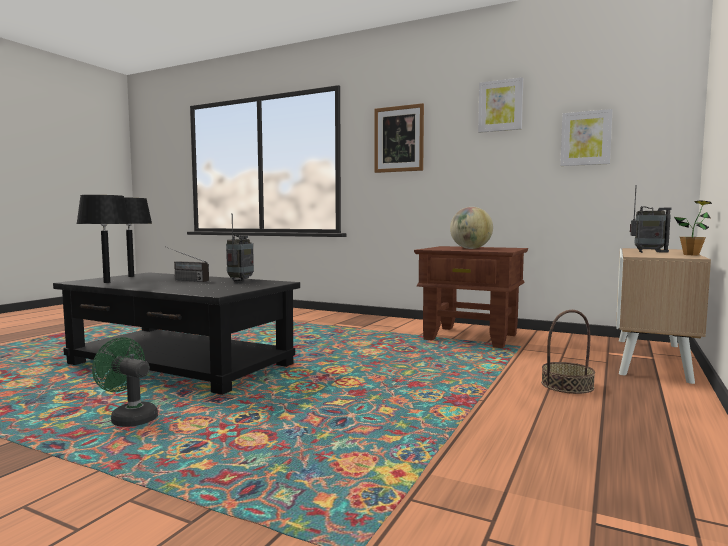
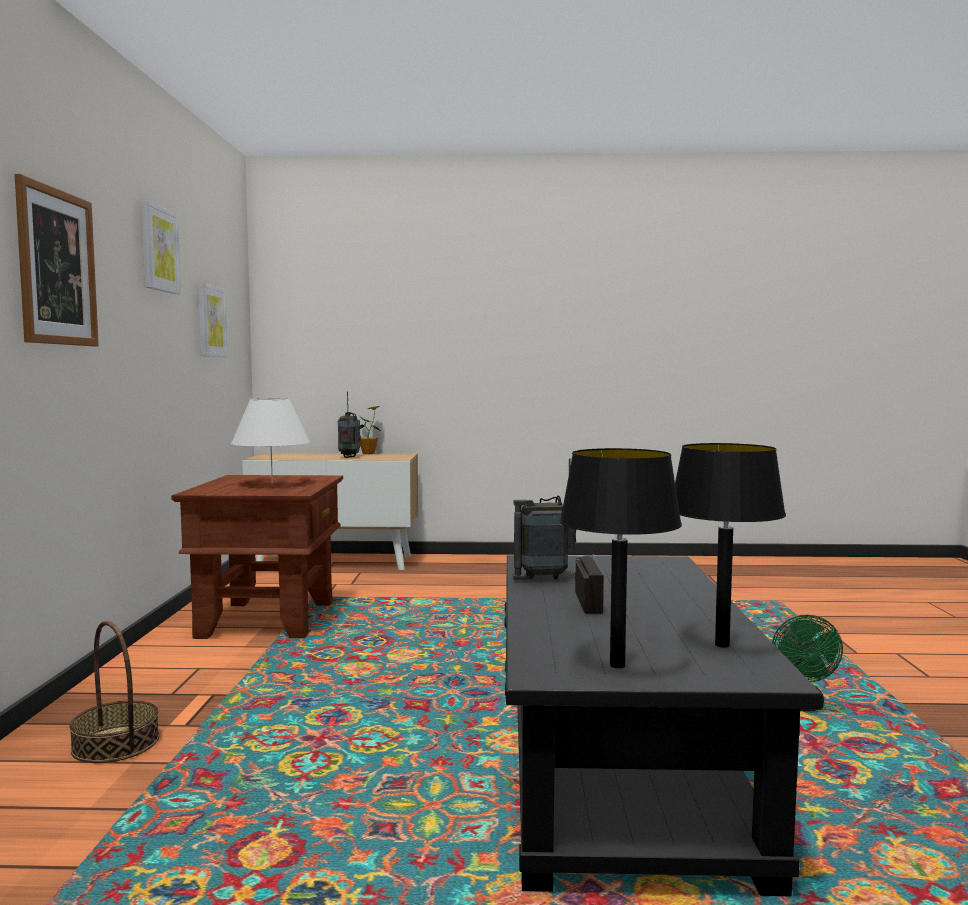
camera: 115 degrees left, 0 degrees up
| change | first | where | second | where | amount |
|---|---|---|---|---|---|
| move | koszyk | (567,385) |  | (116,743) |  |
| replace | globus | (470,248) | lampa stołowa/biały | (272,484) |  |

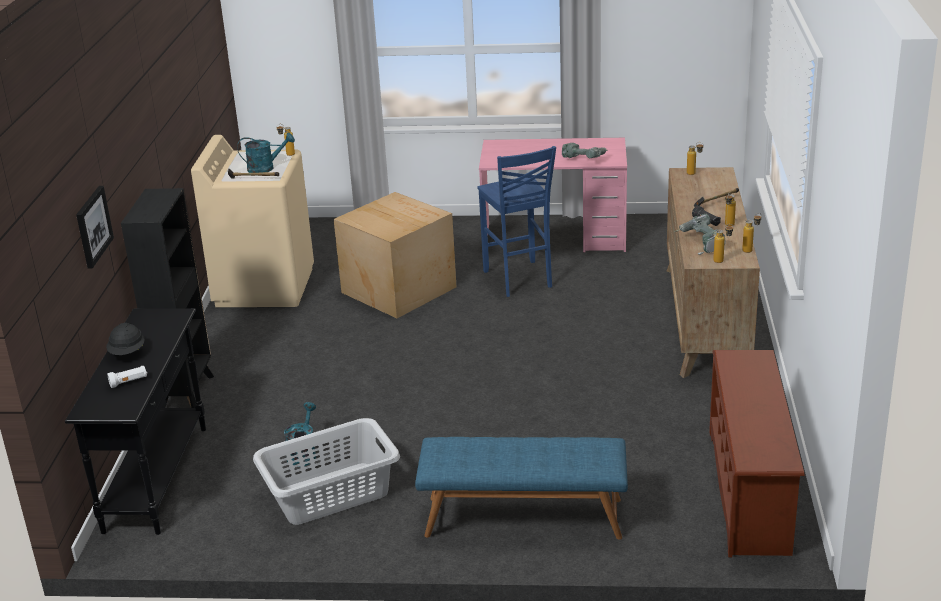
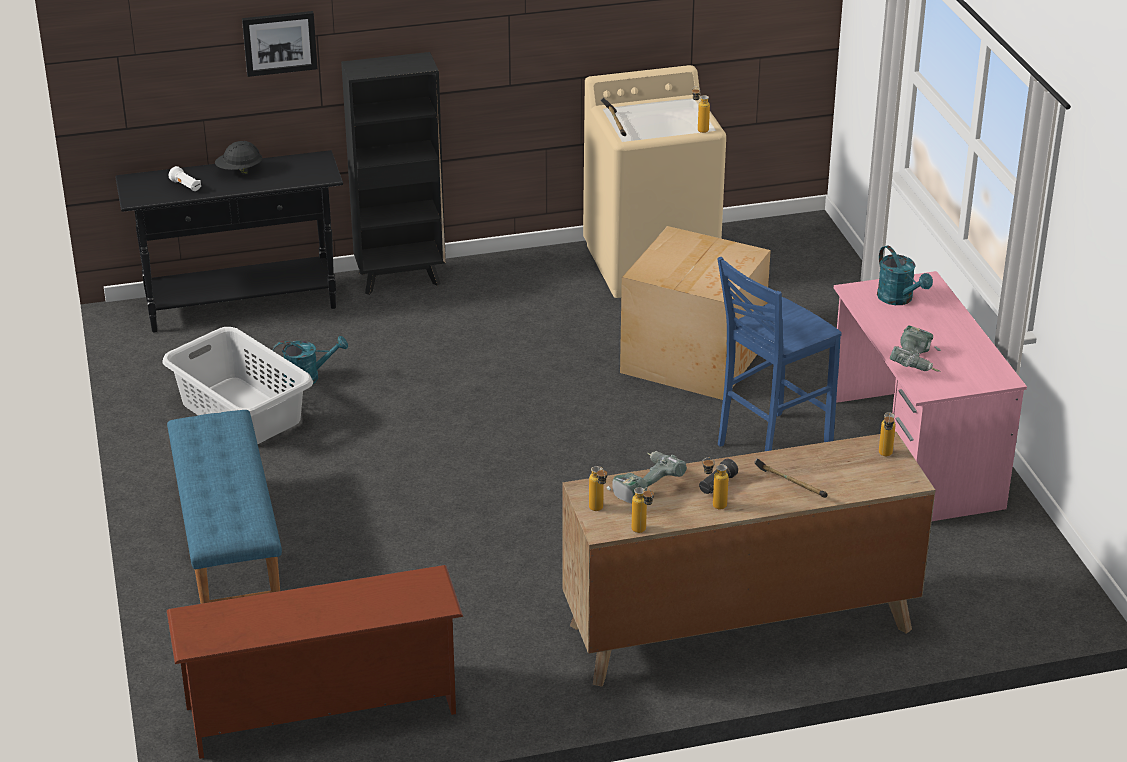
camera: 70 degrees right, 5 degrees up
| change | first | where | second | where | amount |
|---|---|---|---|---|---|
| move | konewka/turkusowy | (266,168) |  | (899,299) |  |

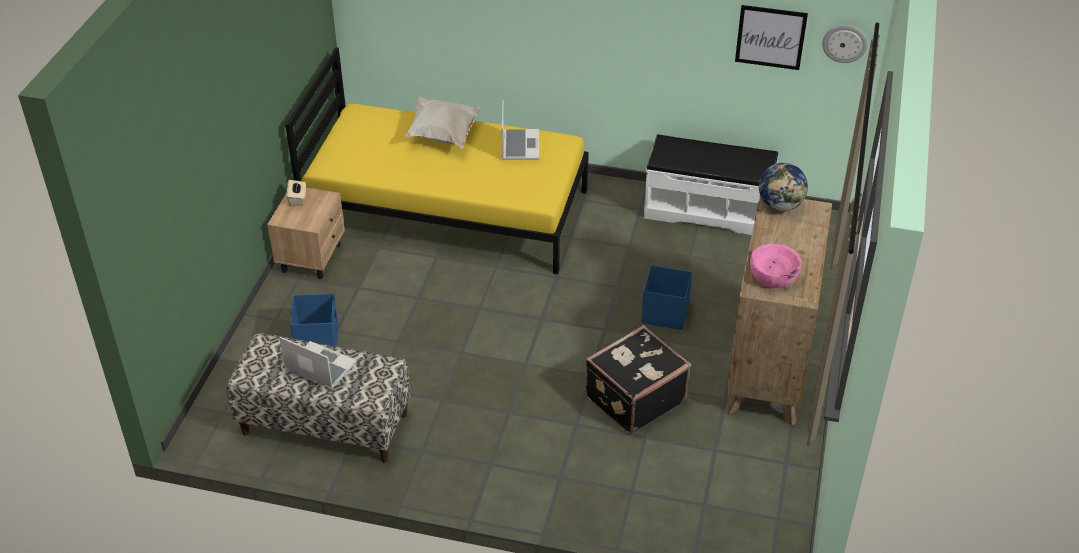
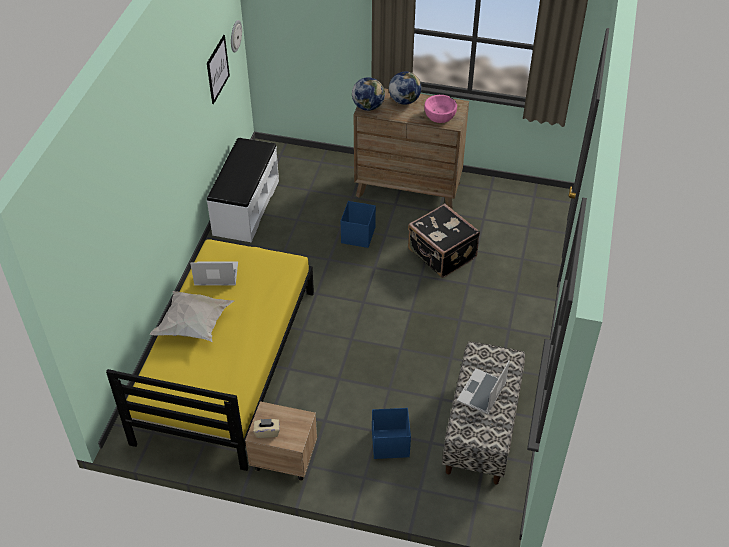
camera: 90 degrees left, 5 degrees up
| change | first | where | second | where | amount |
|---|---|---|---|---|---|
| insert |  |  | globus | (404,101) |  |

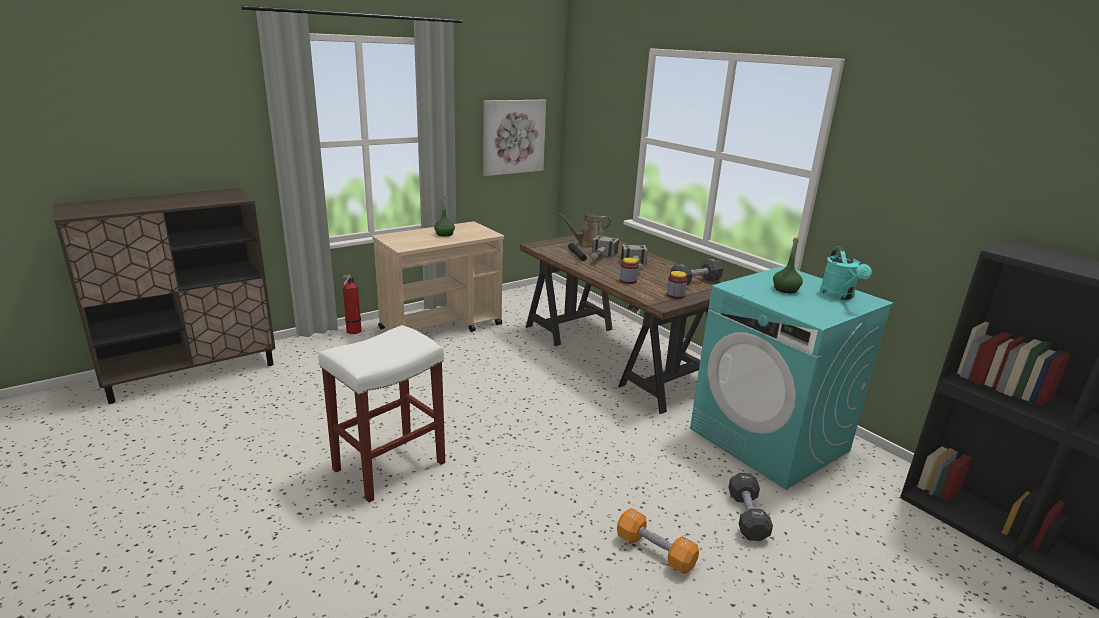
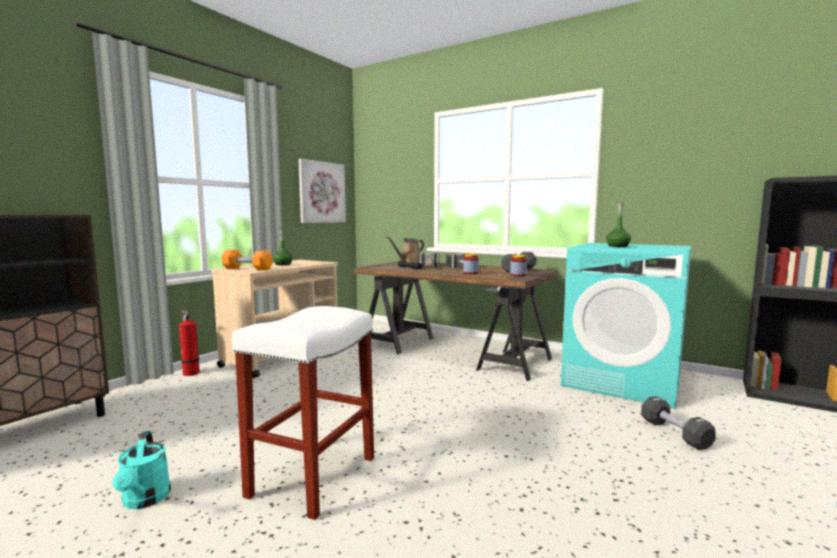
camera: 20 degrees left, 15 degrees down
| change | first | where | second | where | amount |
|---|---|---|---|---|---|
| move | hantel/pomarańczowy | (655,551) |  | (247,269) |  |
| move | konewka/turkusowy | (839,296) |  | (145,500) |  |

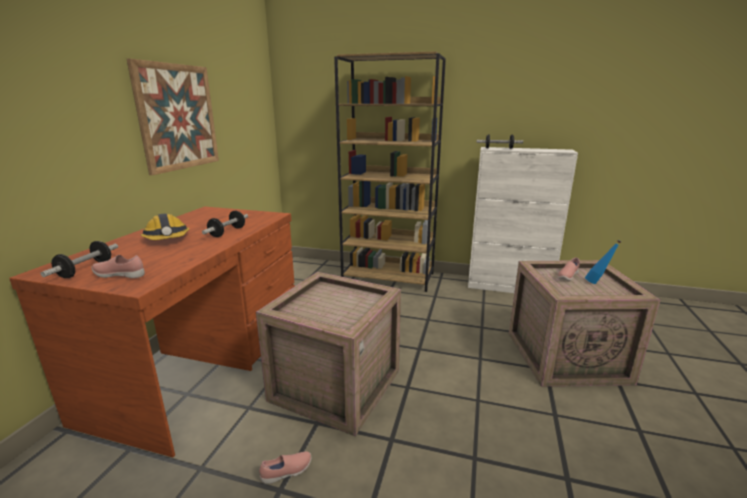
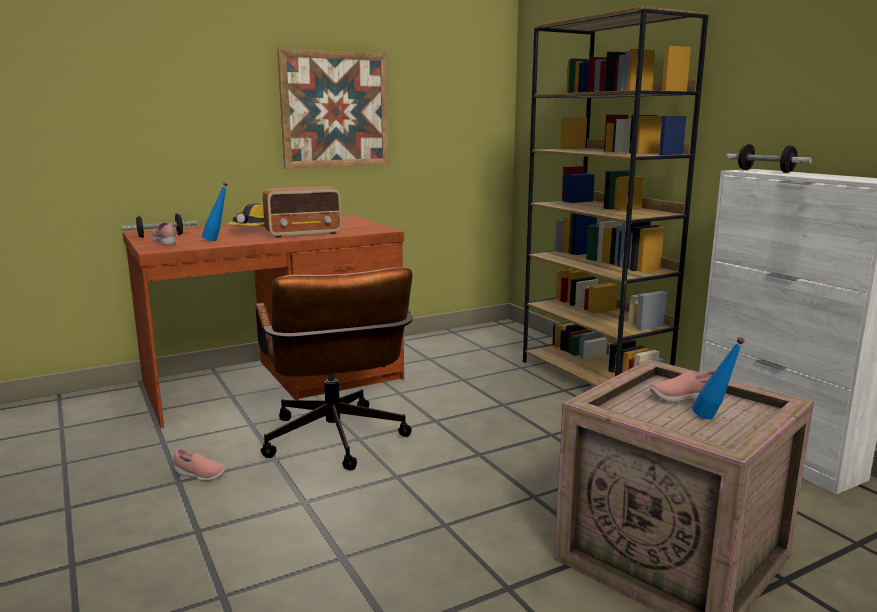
camera: 45 degrees right, 5 degrees down
| change | first | where | second | where | amount |
|---|---|---|---|---|---|
| insert |  |  | butelka/niebieski | (217,240) |  |
| replace | hantel | (227,232) | radio | (304,234) |  |
| replace | skrzynka | (336,387) | krzesło biurowe/brązowy | (336,444) |  |

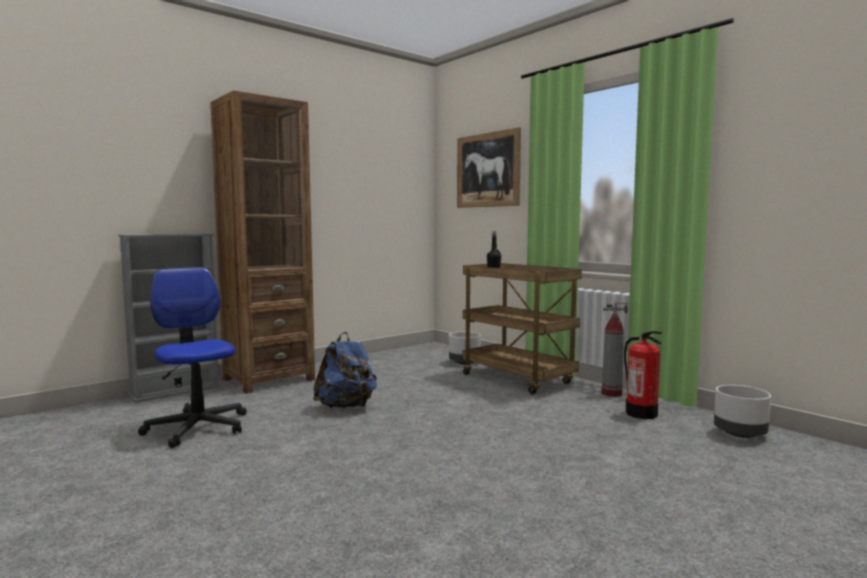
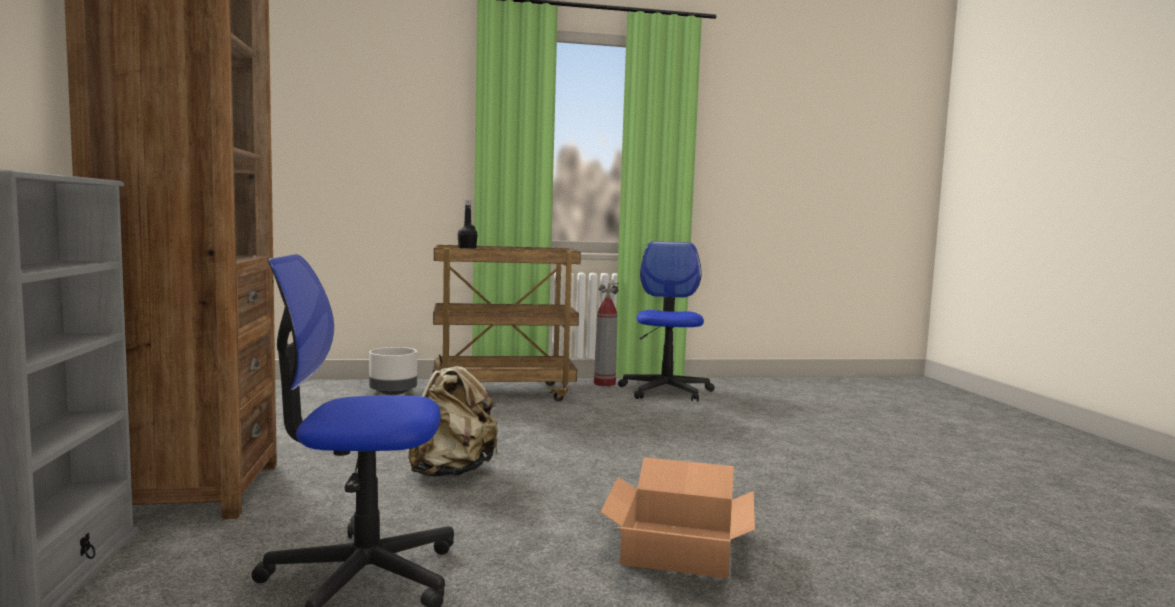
camera: 60 degrees left, 0 degrees up
| change | first | where | second | where | amount |
|---|---|---|---|---|---|
| delete | obraz | (487,170) |  |  |  |
| delete | donica/szary | (740,434) |  |  |  |
| insert |  |  | karton | (676,546) |  |
| replace | gaśnica | (641,413) | krzesło biurowe | (666,391) |  |
| recolor | plecak/niebieski | (346,407) | plecak/beżowy | (451,472) |  |

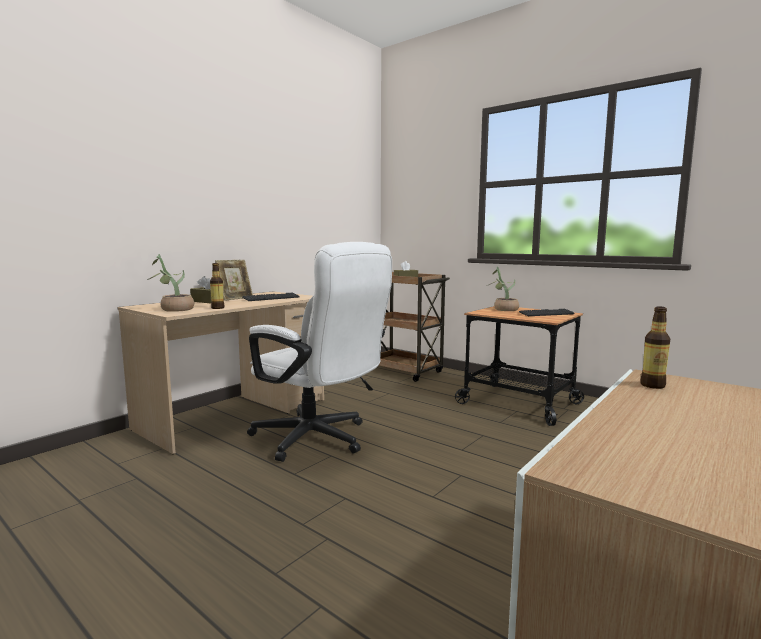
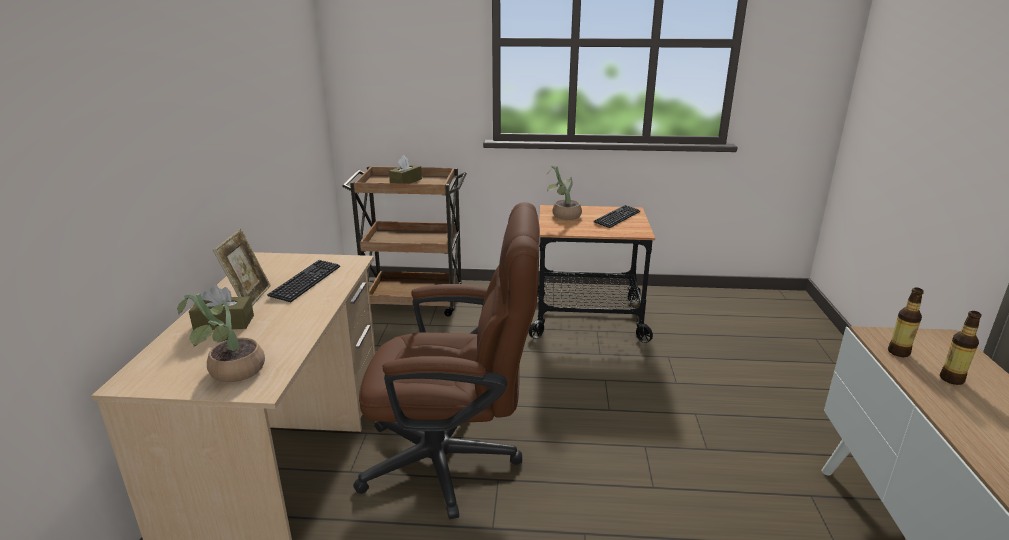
camera: 35 degrees left, 15 degrees up
| change | first | where | second | where | amount |
|---|---|---|---|---|---|
| move | butelka | (217,308) |  | (951,379) |  |
| recolor | krzesło biurowe/biały | (318,440) | krzesło biurowe/brązowy | (454,461) |  |

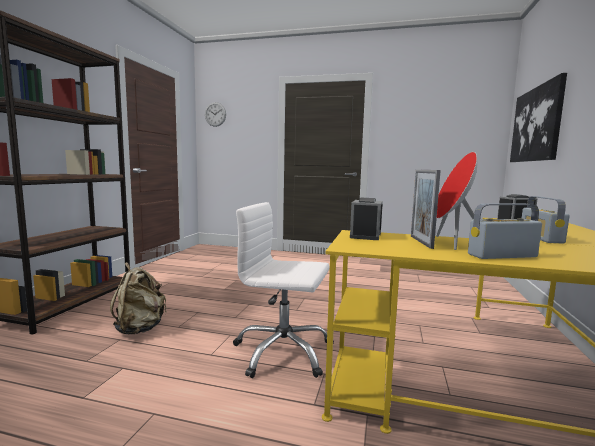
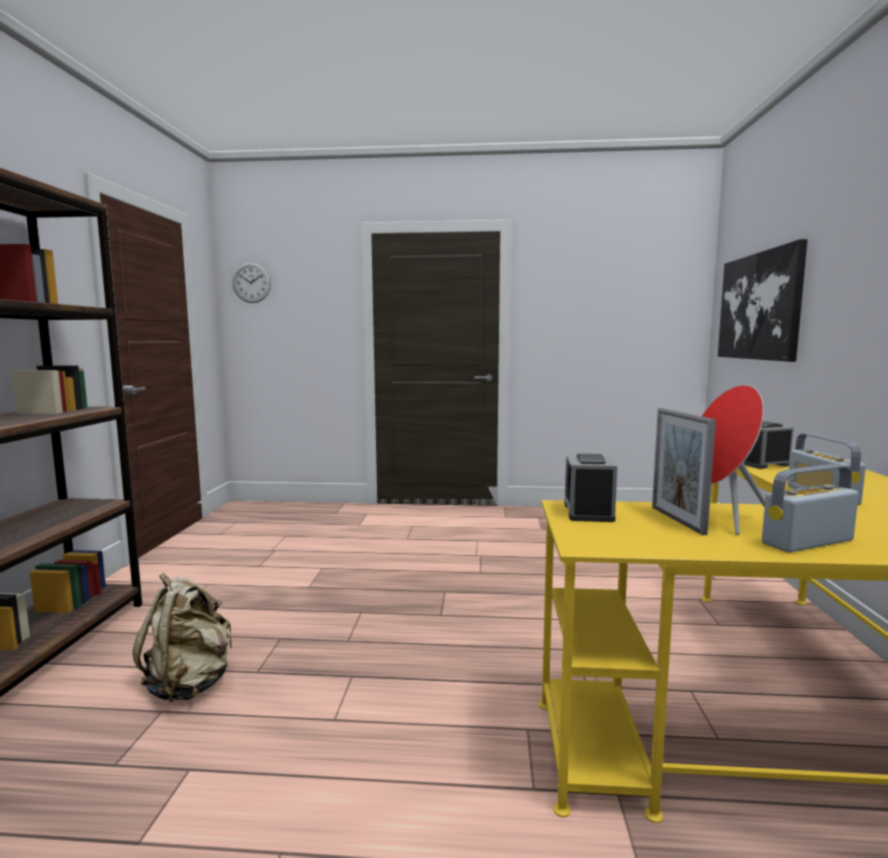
camera: 10 degrees left, 0 degrees up
| change | first | where | second | where | amount |
|---|---|---|---|---|---|
| delete | krzesło biurowe/biały | (283,352) |  |  |  |

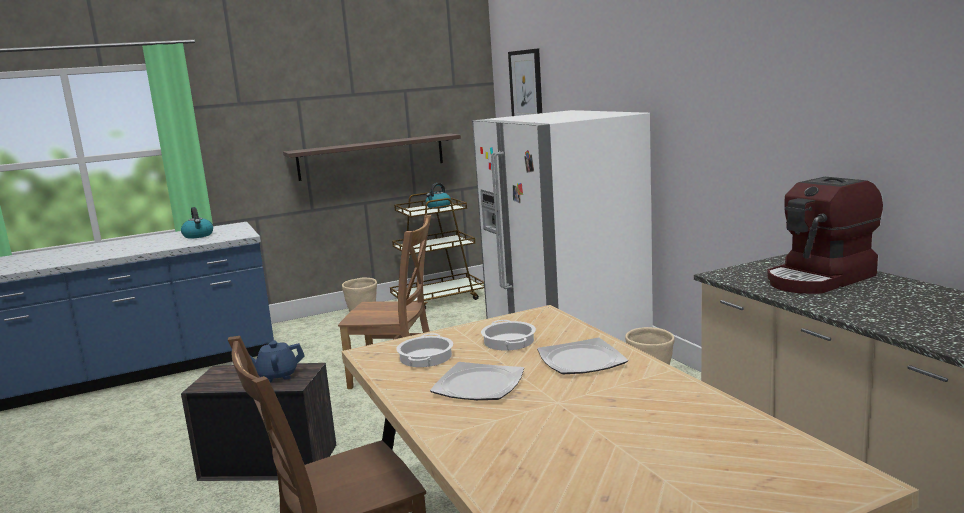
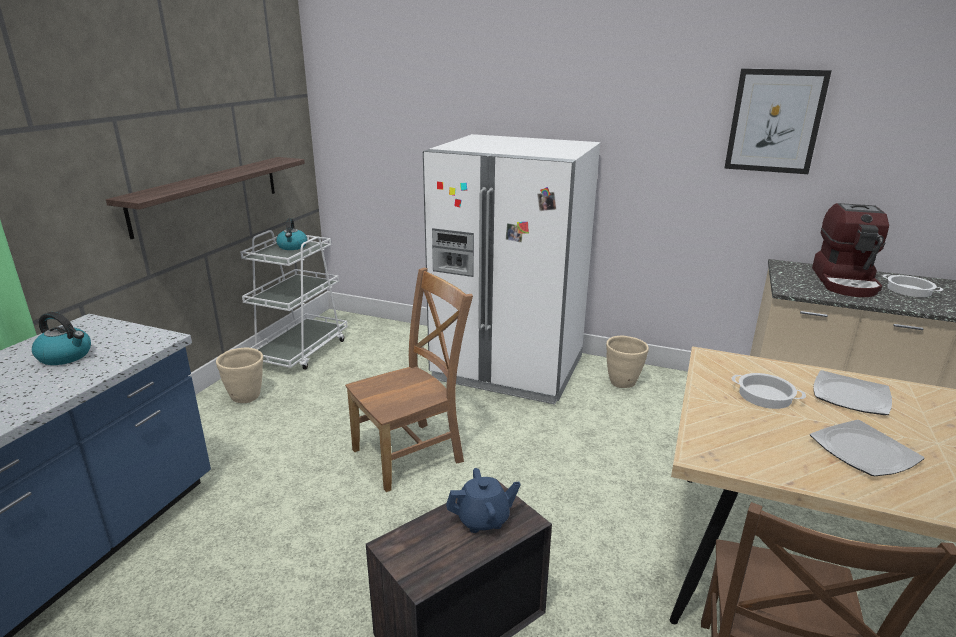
camera: 45 degrees left, 10 degrees up
| change | first | where | second | where | amount |
|---|---|---|---|---|---|
| move | garnek | (425,357) |  | (908,290) |  |
| move | obraz | (526,87) |  | (774,121) |  |
| recolor | wózek/brązowy | (439,299) | wózek/biały | (300,351) |  |
| rotate | imbryk/niebieski | (277,376) |  | (483,519) | 135 degrees counterclockwise |

